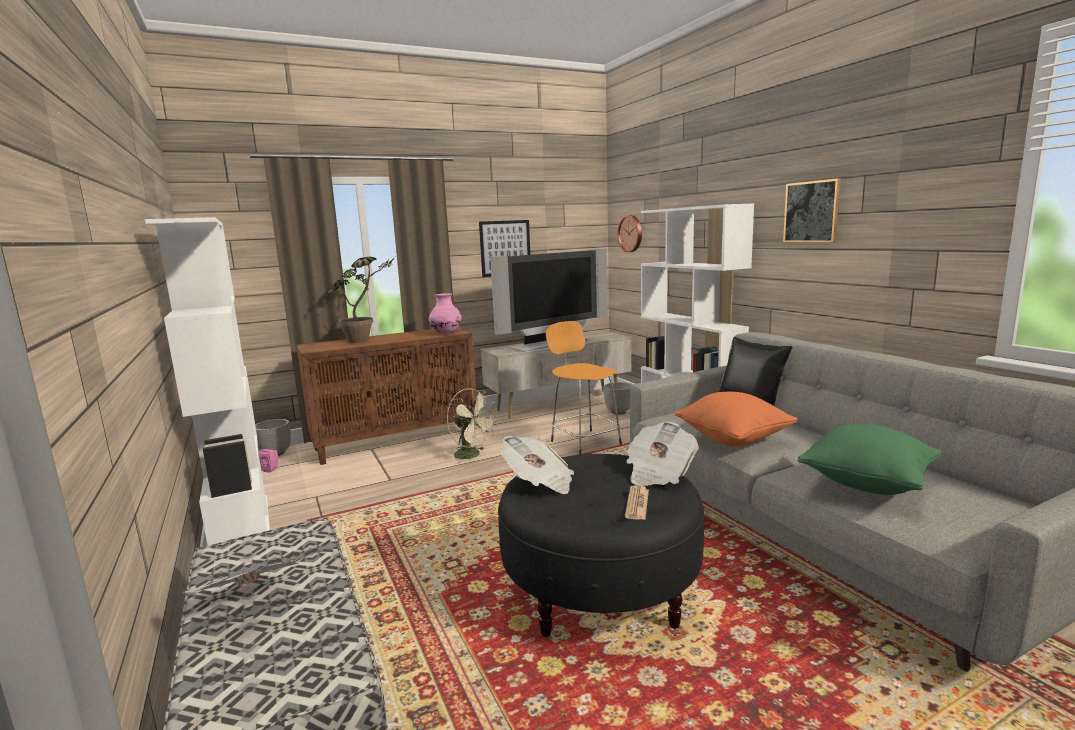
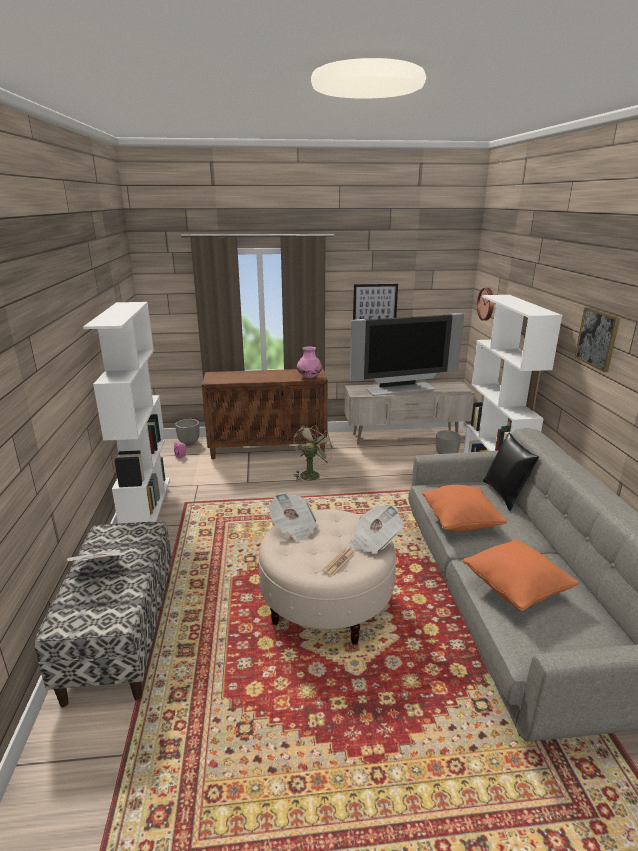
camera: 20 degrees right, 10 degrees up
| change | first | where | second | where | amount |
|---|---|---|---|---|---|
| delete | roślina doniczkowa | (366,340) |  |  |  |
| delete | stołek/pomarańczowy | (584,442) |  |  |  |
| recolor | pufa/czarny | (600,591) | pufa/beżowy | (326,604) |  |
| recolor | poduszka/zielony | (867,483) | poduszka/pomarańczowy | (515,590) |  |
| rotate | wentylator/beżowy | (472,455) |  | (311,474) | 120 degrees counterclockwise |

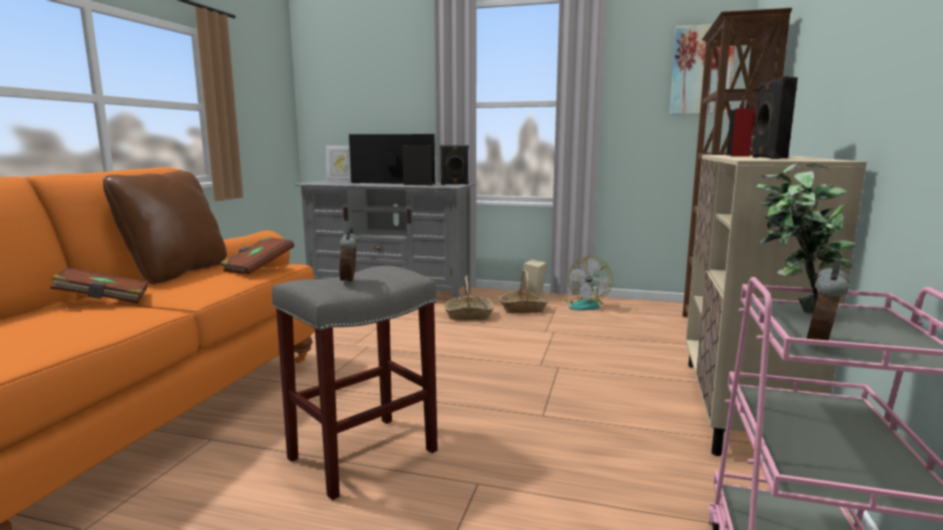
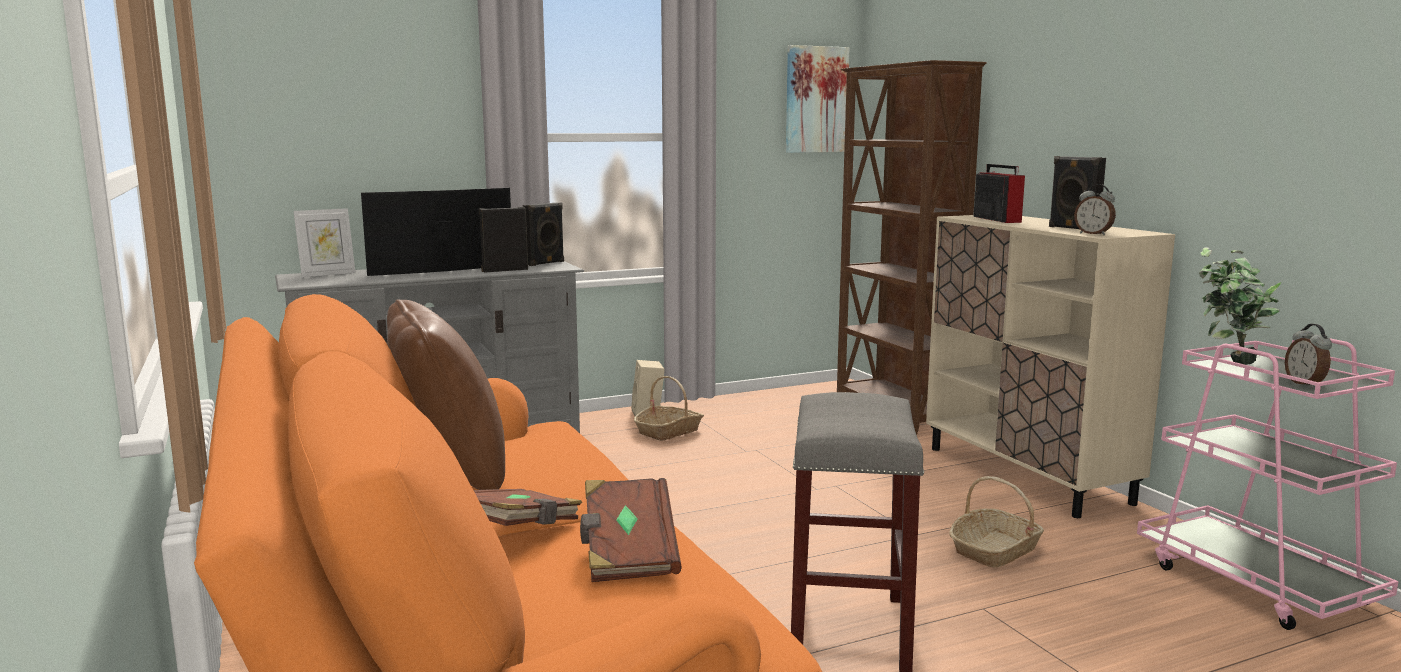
camera: 40 degrees left, 0 degrees up
| change | first | where | second | where | amount |
|---|---|---|---|---|---|
| delete | wentylator | (586,305) |  |  |  |
| move | książka/brązowy | (258,268) |  | (627,553) |  |
| move | budzik | (350,280) |  | (1093,234) |  |
| move | koszyk | (468,316) |  | (995,550) |  |

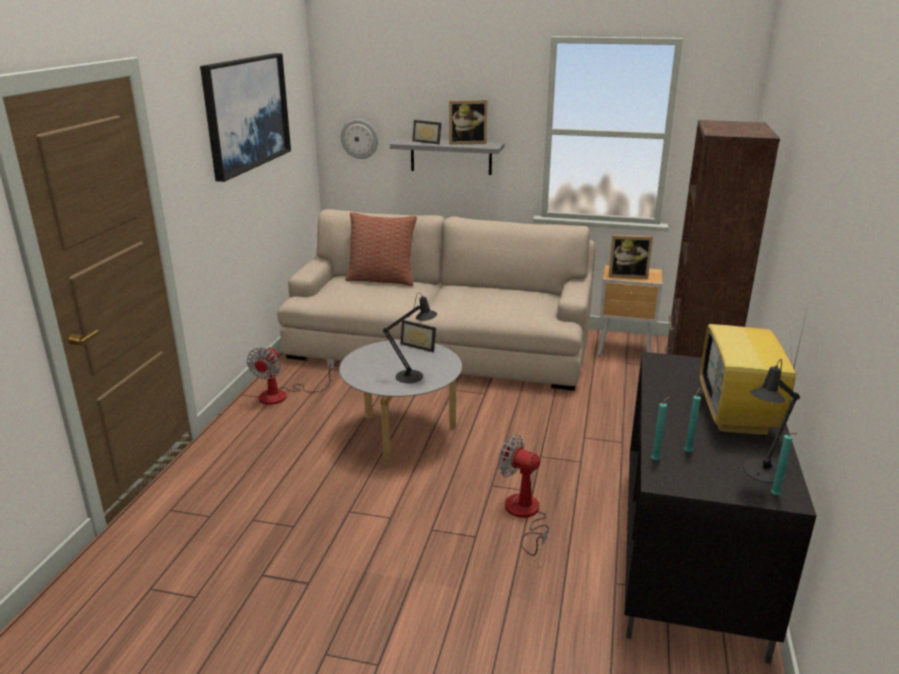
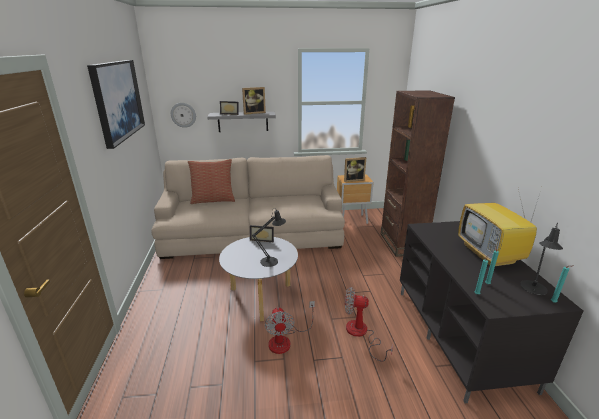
camera: 20 degrees left, 0 degrees up
| change | first | where | second | where | amount |
|---|---|---|---|---|---|
| move | wentylator | (283,395) |  | (285,340) |  |

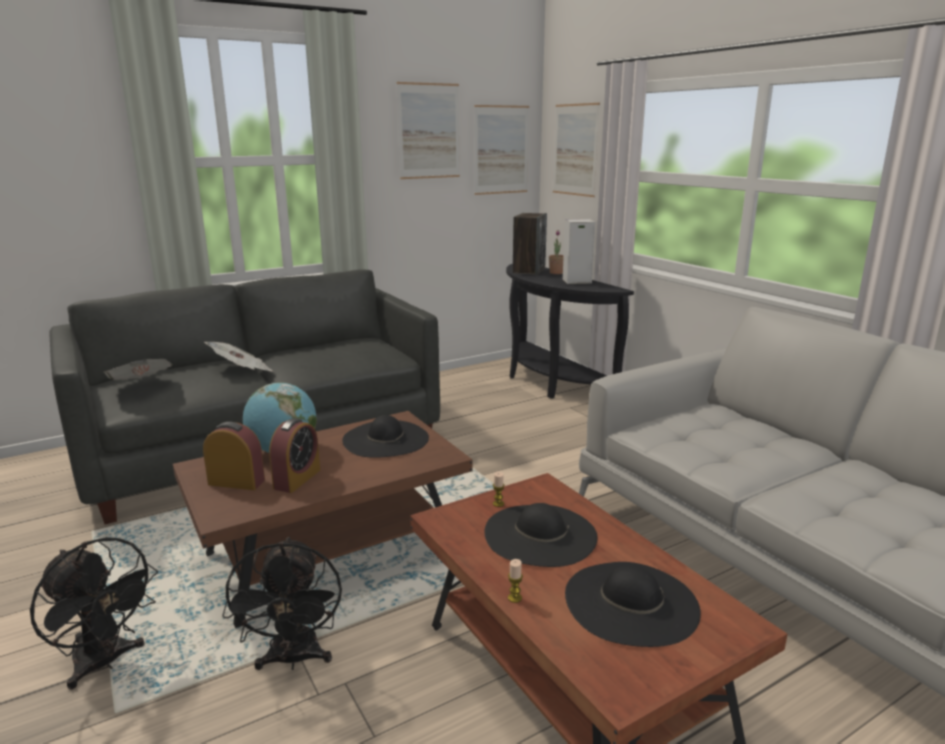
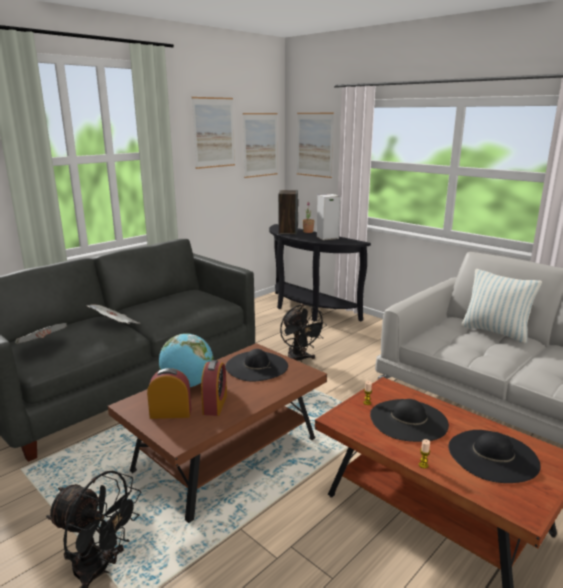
camera: 15 degrees left, 0 degrees up
| change | first | where | second | where | amount |
|---|---|---|---|---|---|
| insert |  |  | poduszka | (495,332) |  |
| move | wentylator/czarny | (294,659) |  | (299,359) |  |

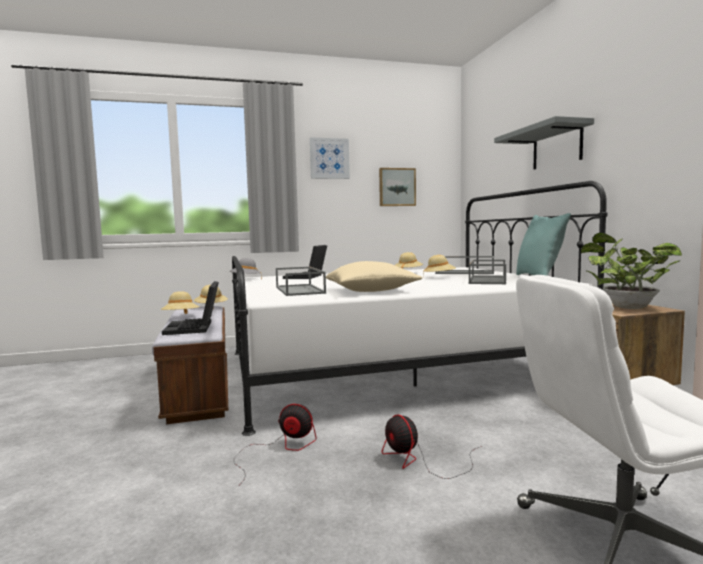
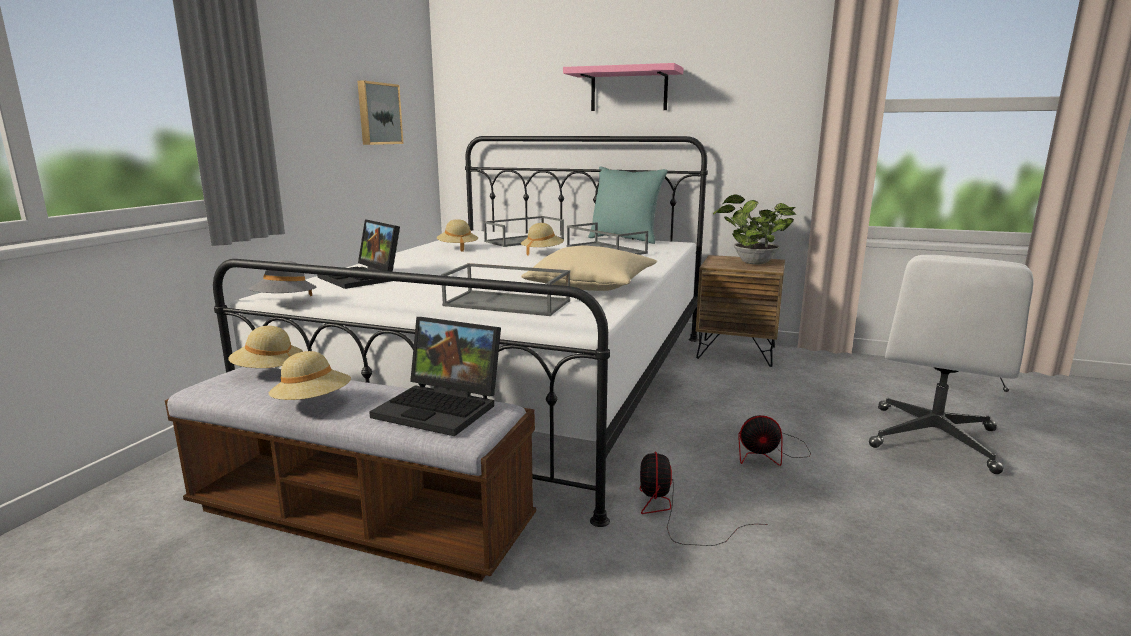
camera: 55 degrees left, 10 degrees up
| change | first | where | second | where | amount |
|---|---|---|---|---|---|
| delete | obraz | (329,158) |  |  |  |
| recolor | półka/szary | (557,147) | półka/różowy | (629,90) |  |
| rotate | wentylator | (279,449) |  | (673,514) | 45 degrees counterclockwise |

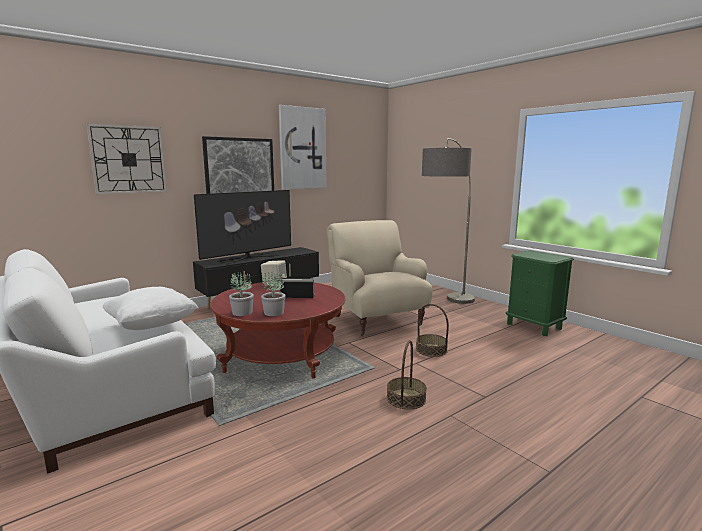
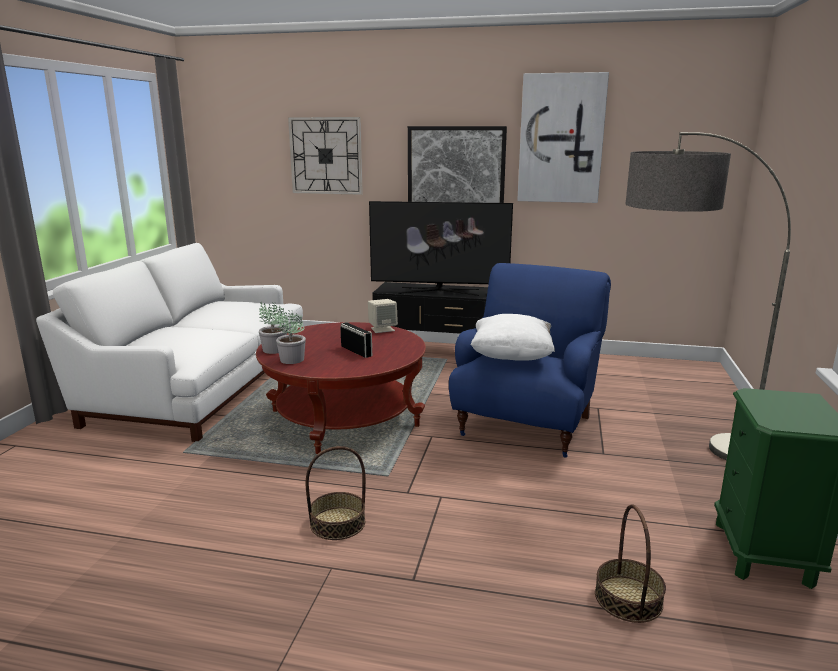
camera: 50 degrees right, 5 degrees up
| change | first | where | second | where | amount |
|---|---|---|---|---|---|
| move | poduszka/biały | (152,326) |  | (511,357) |  |
| move | koszyk | (431,350) |  | (628,598) |  |
| recolor | fotel/beżowy | (377,320) | fotel/niebieski | (527,425) |  |

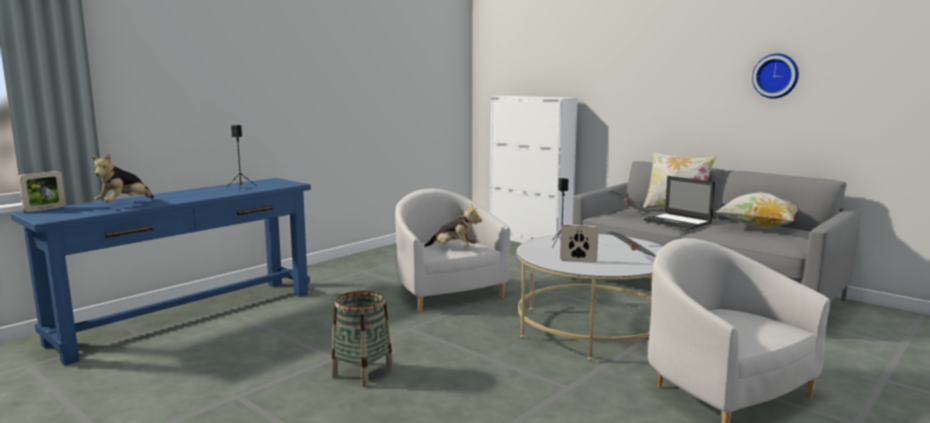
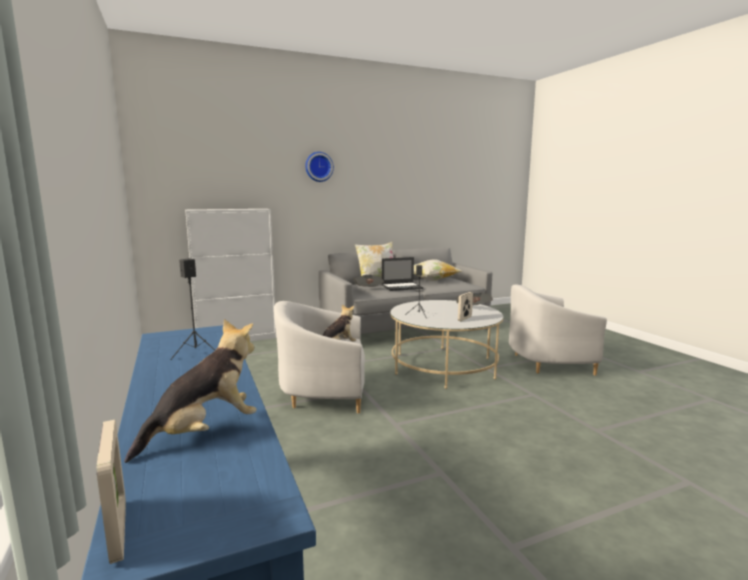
camera: 65 degrees left, 0 degrees up
| change | first | where | second | where | amount |
|---|---|---|---|---|---|
| delete | koszyk | (362,373) |  |  |  |
| move | zegar ścienny | (776,76) |  | (318,167) |  |
| rotate | pluszak | (124,204) |  | (204,432) | 90 degrees counterclockwise |

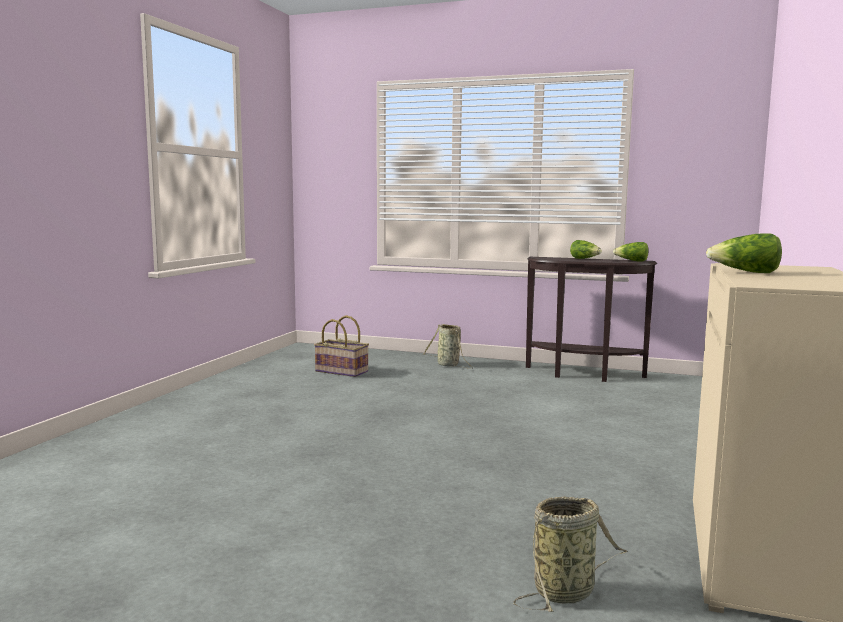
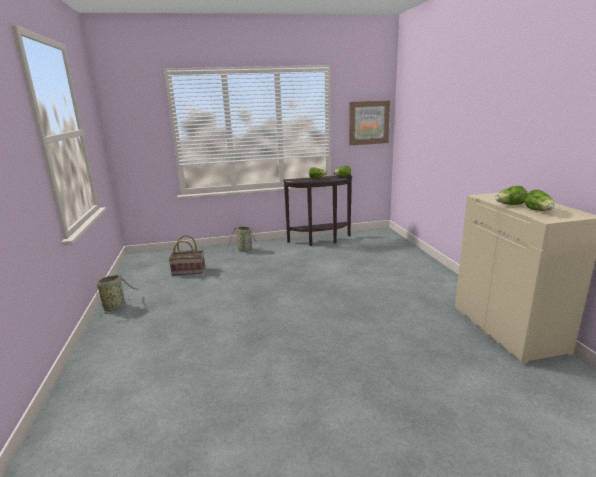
camera: 30 degrees left, 10 degrees up
| change | first | where | second | where | amount |
|---|---|---|---|---|---|
| insert |  |  | obraz | (368,122) |  |
| insert |  |  | sałata | (539,211) |  |
| move | koszyk | (567,591) |  | (116,307) |  |

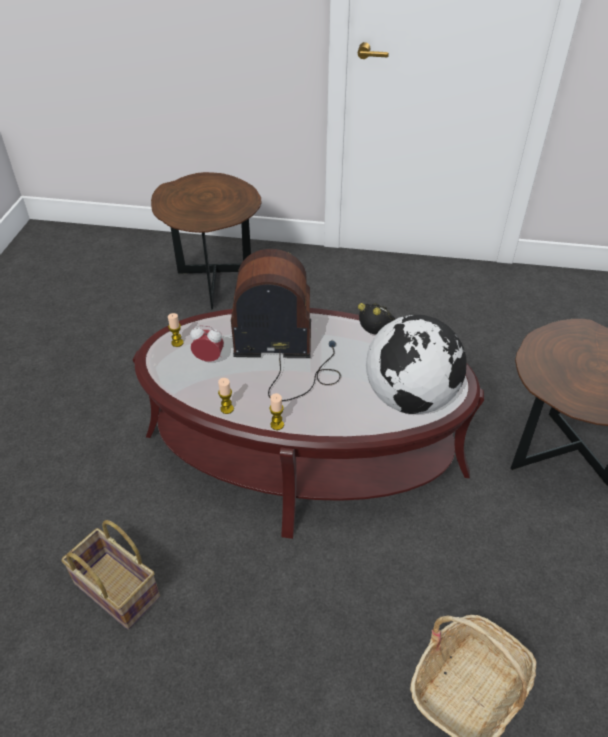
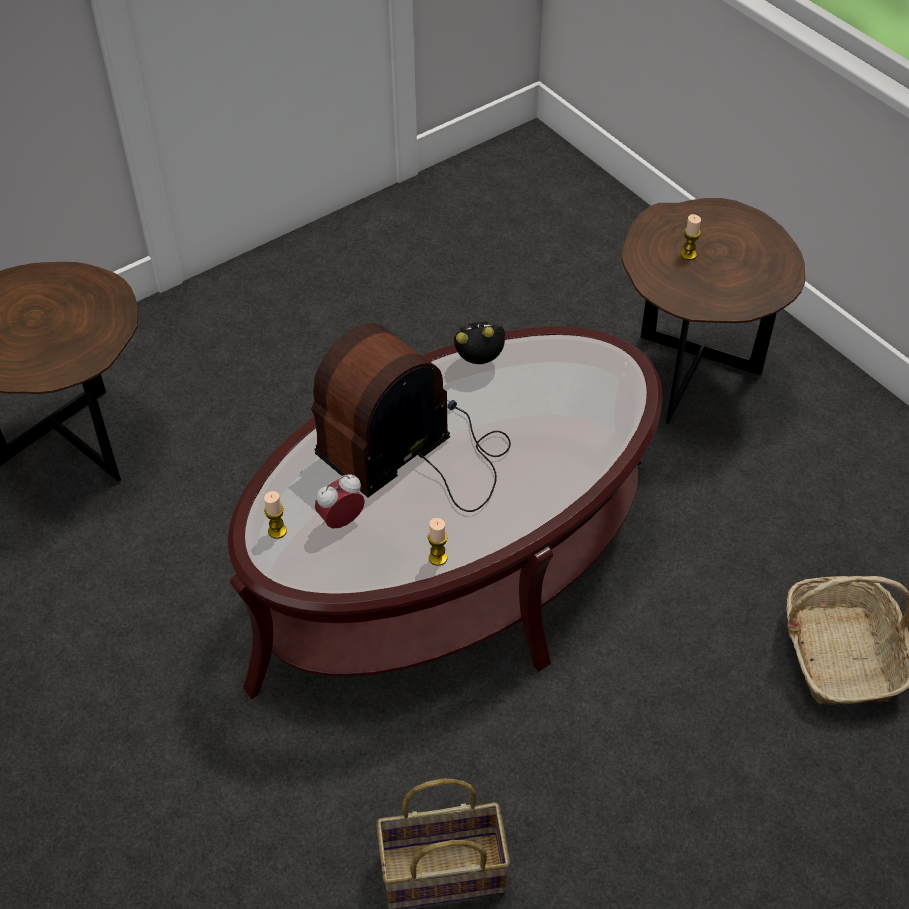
camera: 45 degrees left, 5 degrees up
| change | first | where | second | where | amount |
|---|---|---|---|---|---|
| delete | globus | (410,398) |  |  |  |
| move | świeca | (277,425) |  | (688,254) |  |

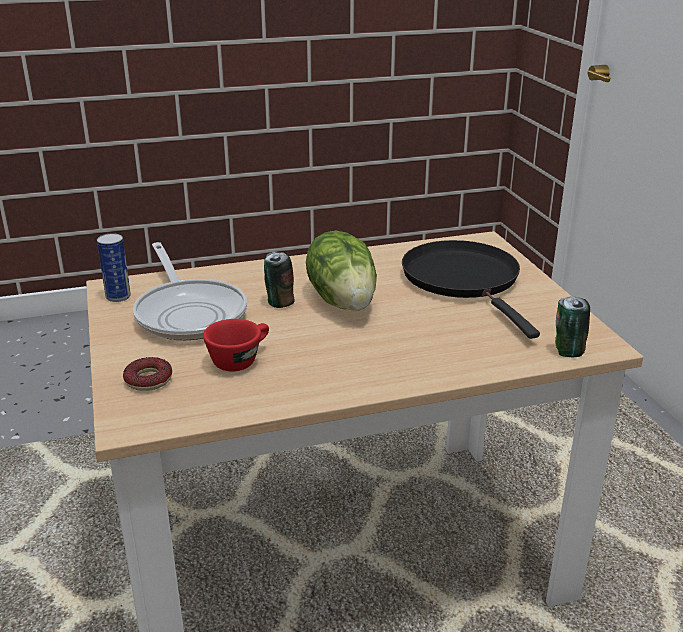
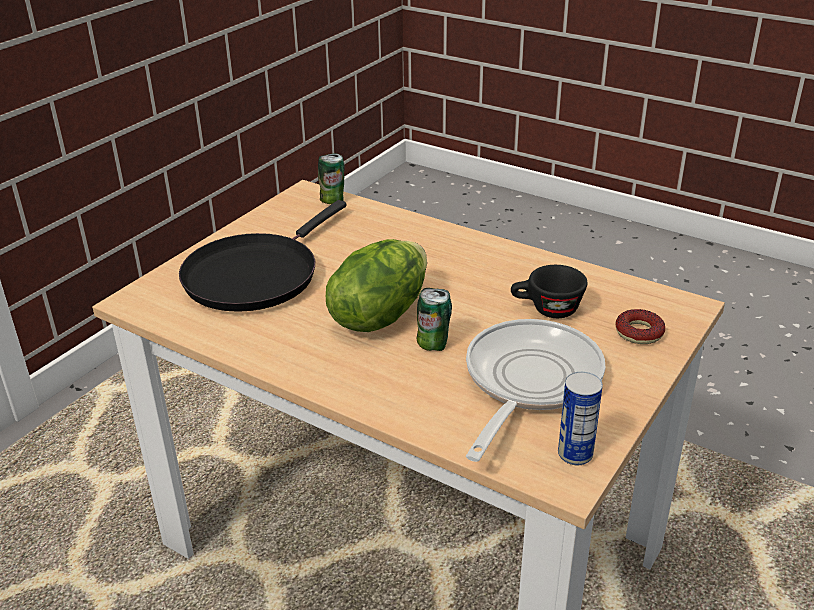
camera: 130 degrees left, 5 degrees up
| change | first | where | second | where | amount |
|---|---|---|---|---|---|
| recolor | filiżanka/czerwony | (240,359) | filiżanka/czarny | (546,310) |  |

